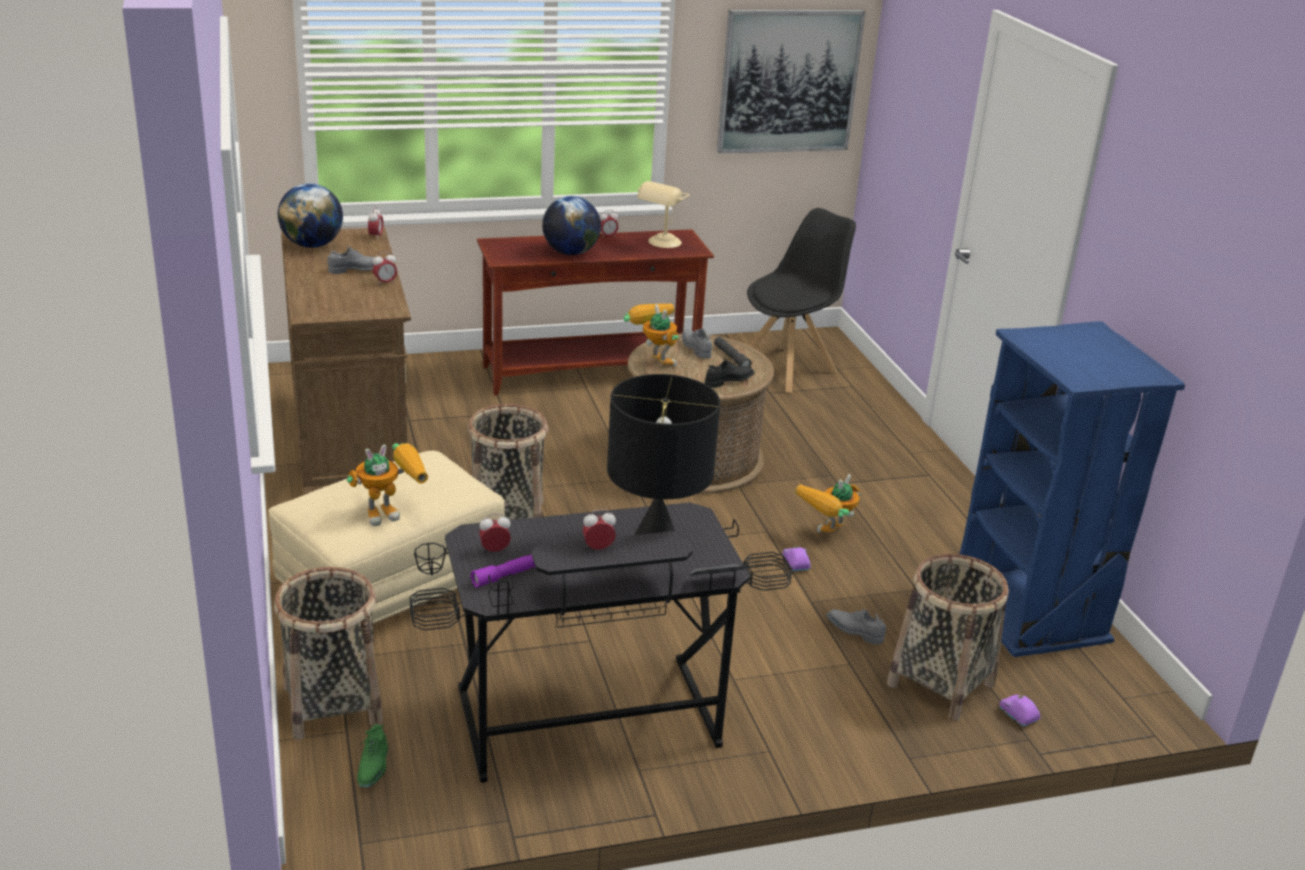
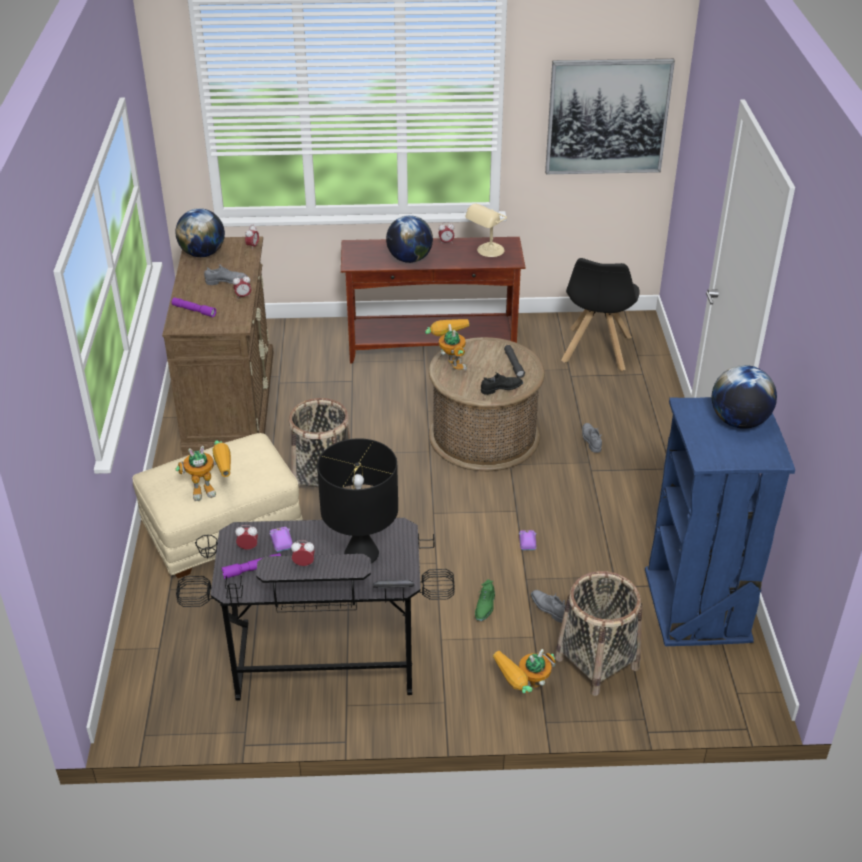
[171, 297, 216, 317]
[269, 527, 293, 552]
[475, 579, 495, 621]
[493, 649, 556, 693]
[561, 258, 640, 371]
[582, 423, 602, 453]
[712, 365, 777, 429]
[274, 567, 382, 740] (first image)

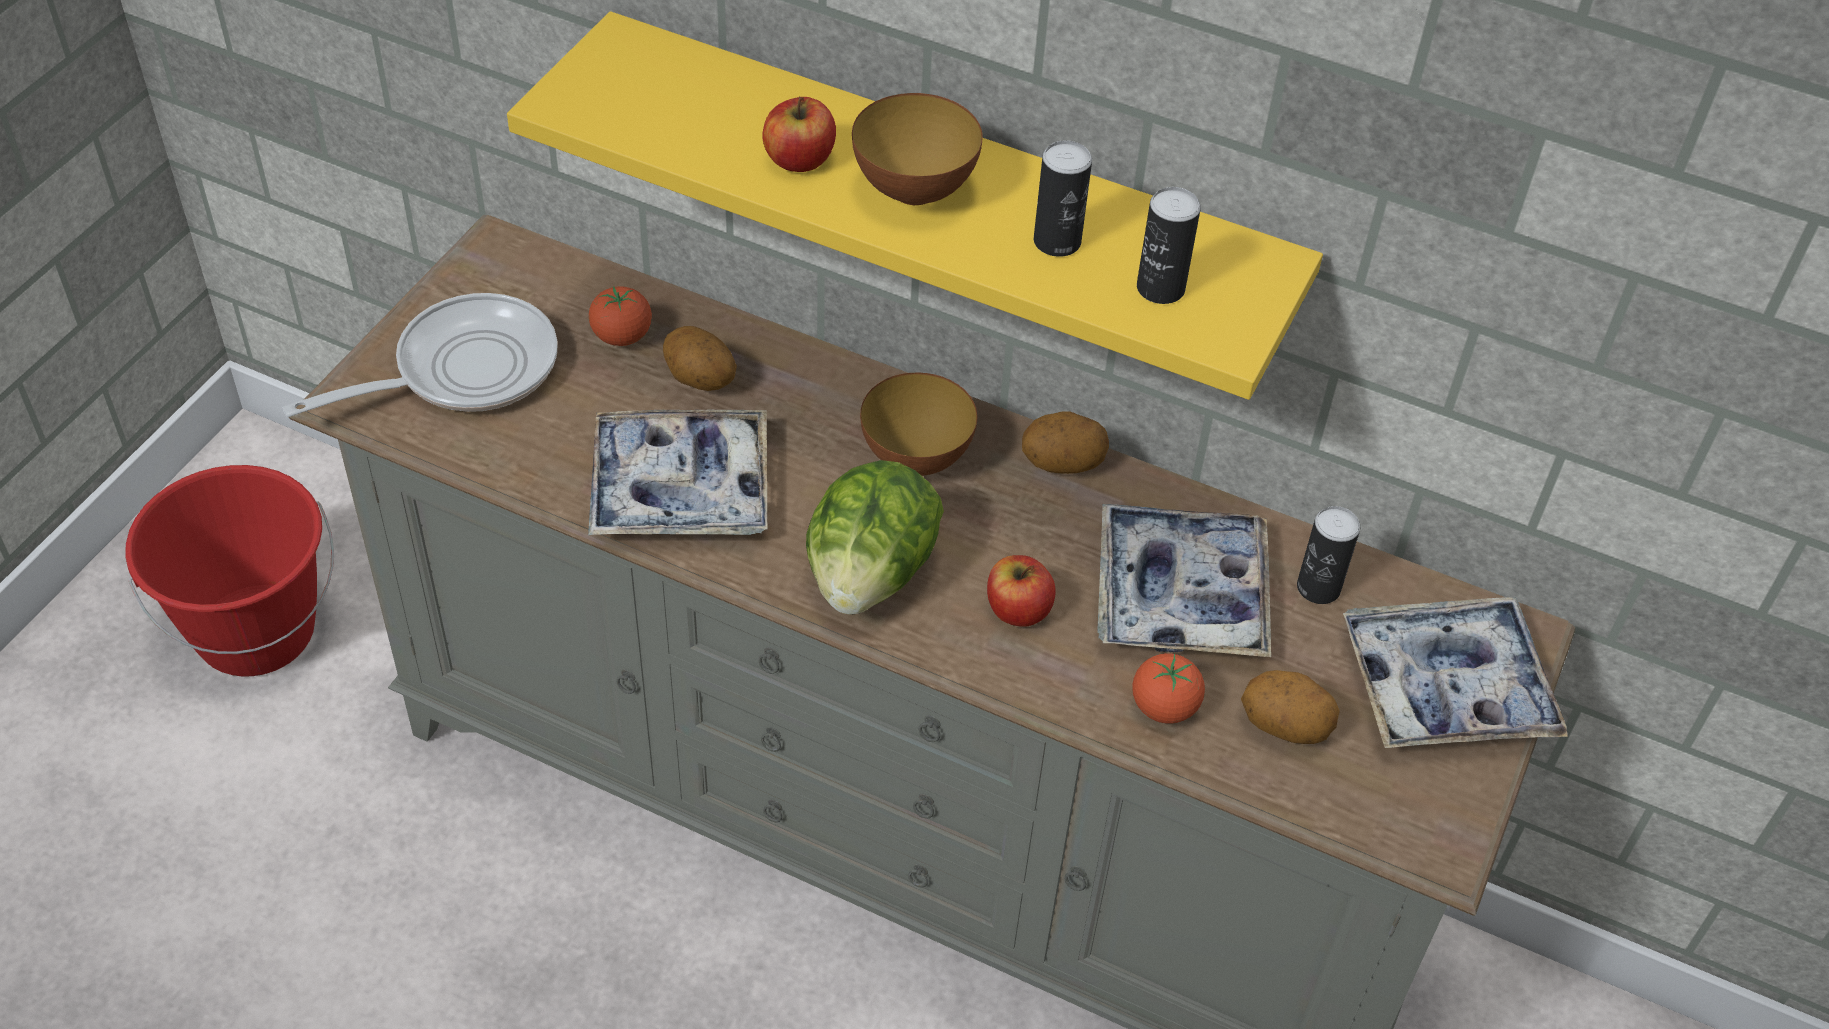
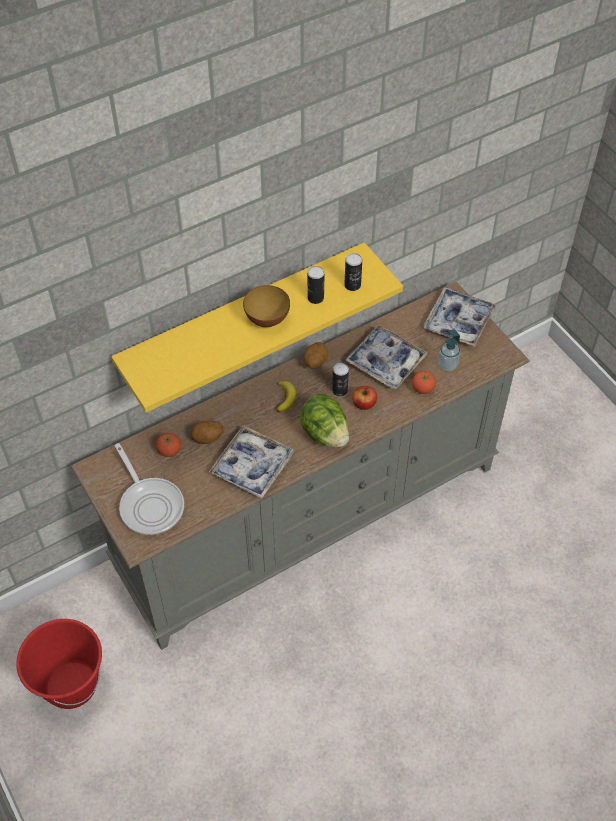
[115, 443, 184, 535]
[277, 381, 296, 413]
[332, 363, 349, 396]
[438, 329, 460, 371]
[763, 97, 836, 172] (first image)

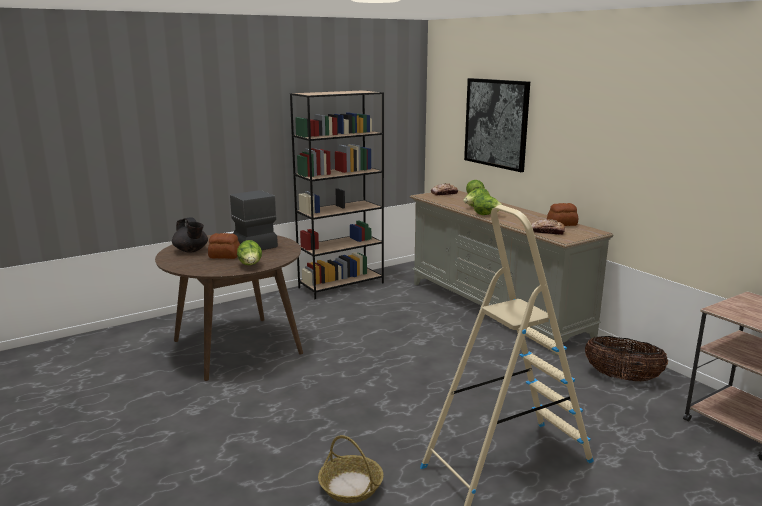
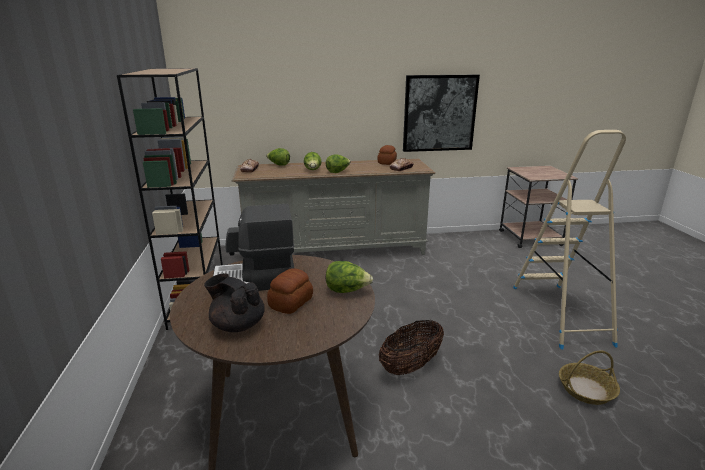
[204, 273, 265, 332]
[379, 320, 444, 375]
[403, 75, 480, 152]

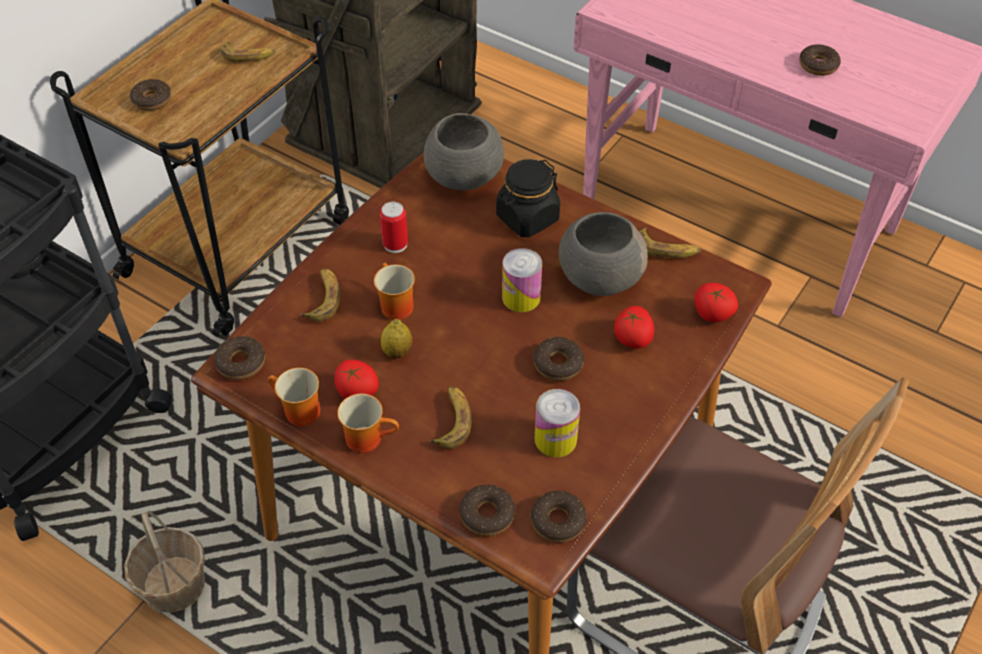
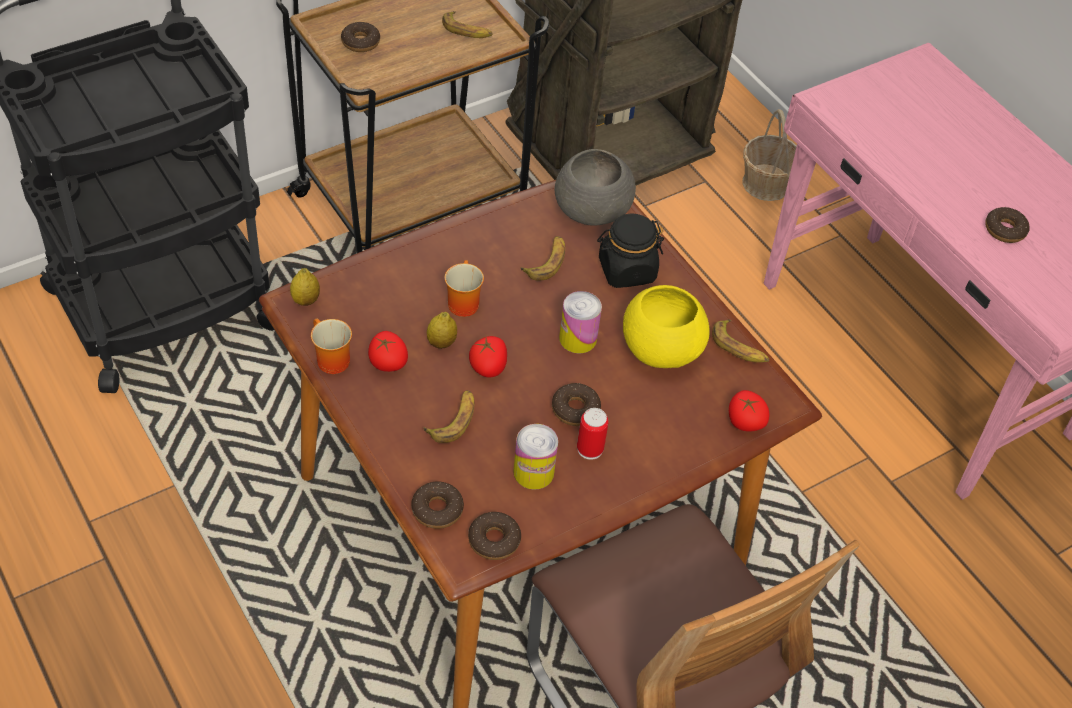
[290, 268, 320, 306]
[469, 336, 507, 377]
[521, 236, 565, 281]
[577, 408, 609, 460]
[623, 285, 709, 368]
[742, 109, 797, 201]
[337, 394, 399, 453] (first image)

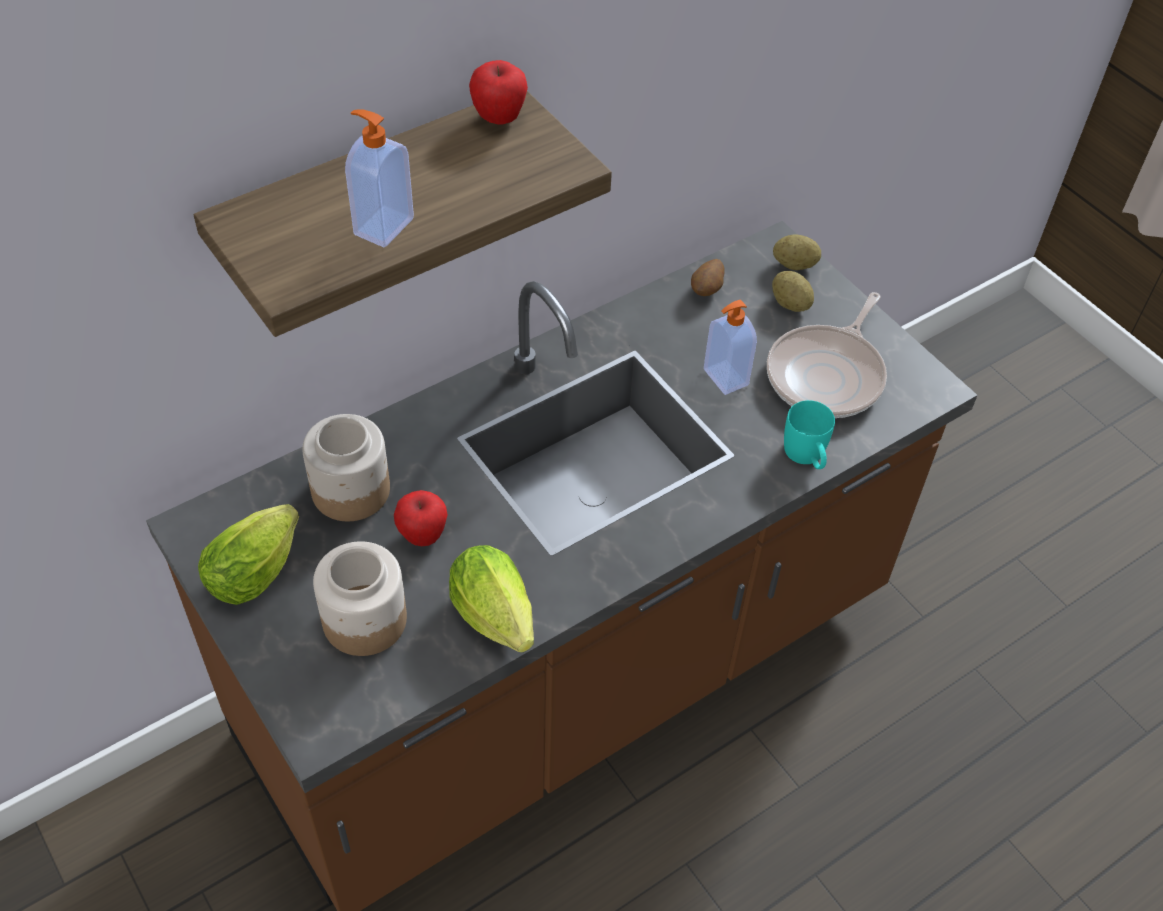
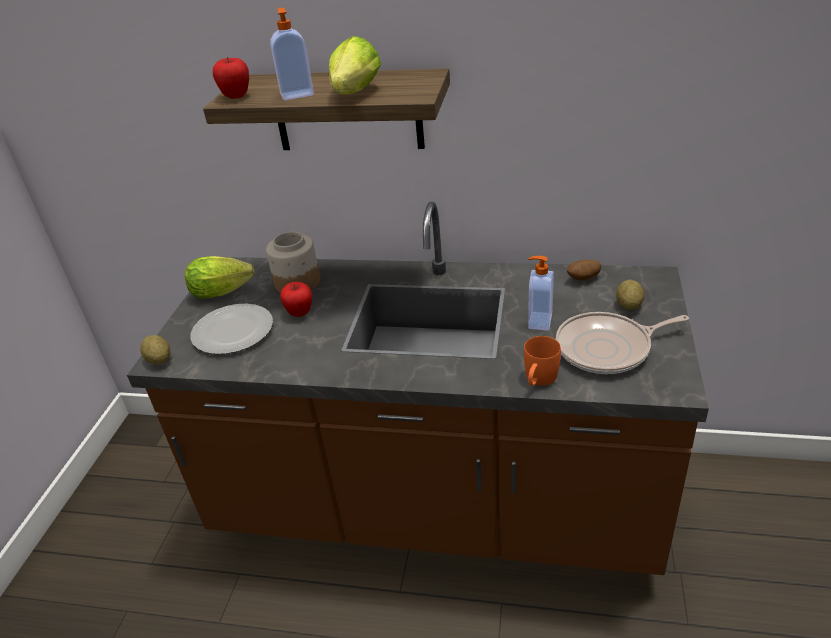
[140, 335, 170, 364]
[190, 304, 273, 354]
[213, 57, 249, 99]
[329, 36, 381, 94]
[524, 336, 561, 386]

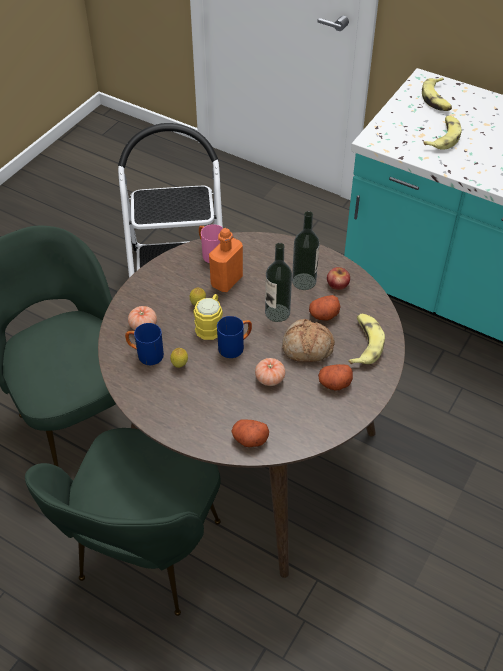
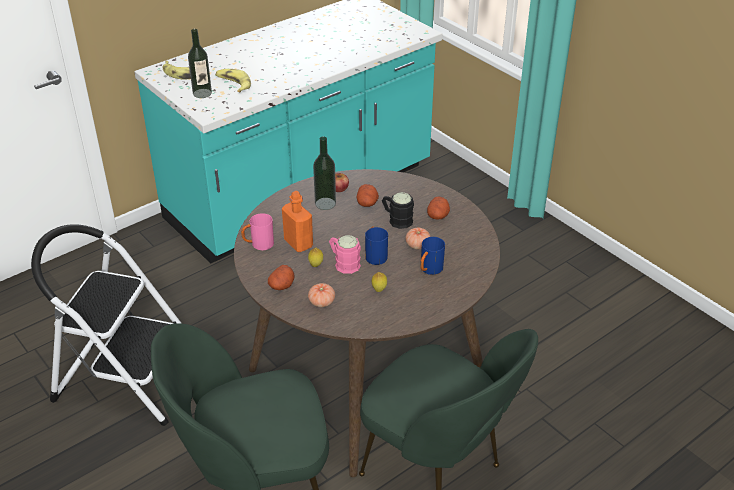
[188, 29, 212, 98]
[268, 265, 295, 290]
[329, 235, 361, 274]
[382, 192, 414, 229]
[420, 237, 445, 275]
[348, 314, 385, 364] (first image)

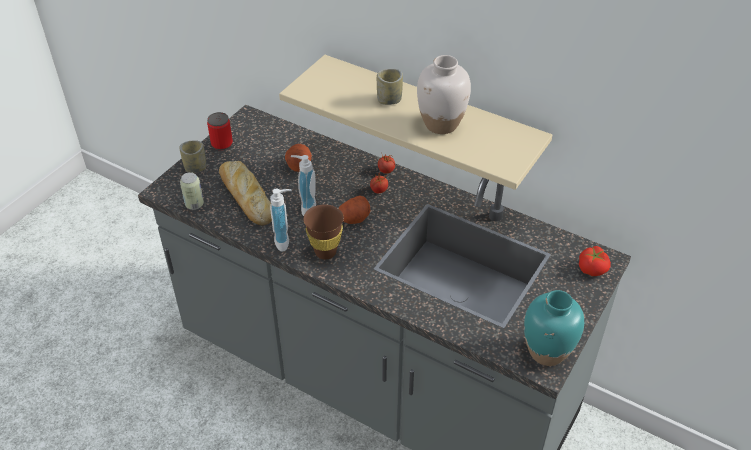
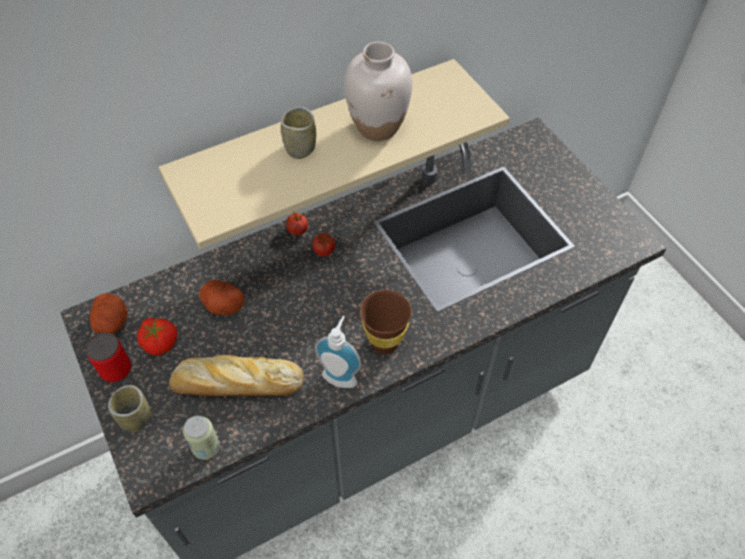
[90, 293, 128, 334]
[137, 318, 177, 356]
[291, 155, 316, 216] (first image)
[524, 290, 584, 366] (first image)

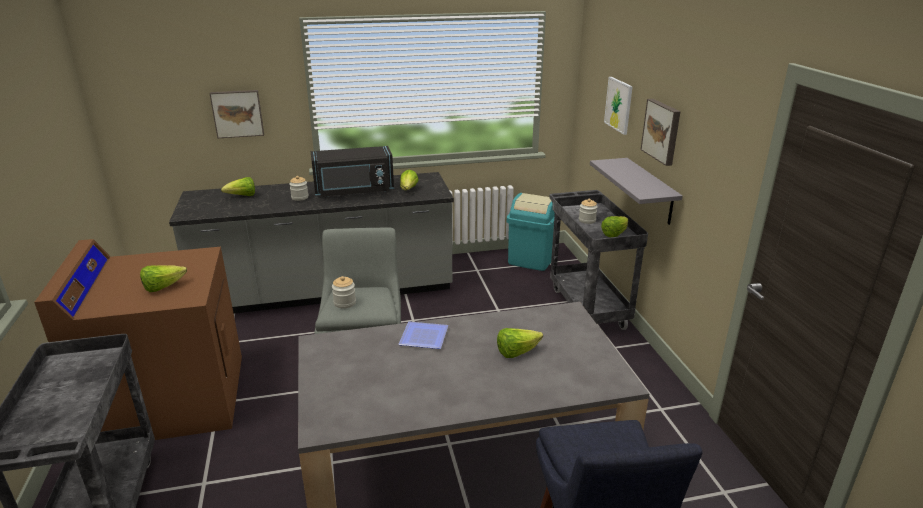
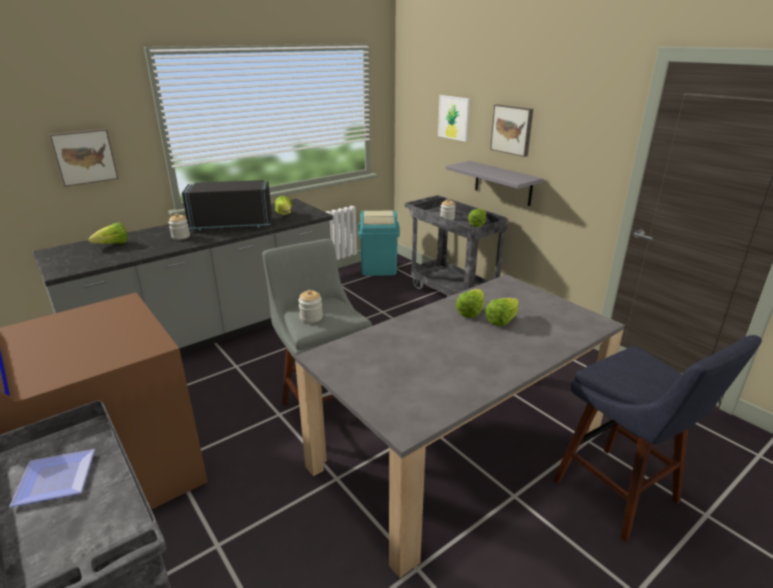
[9, 449, 95, 507]
[182, 180, 272, 230]
[456, 289, 484, 318]

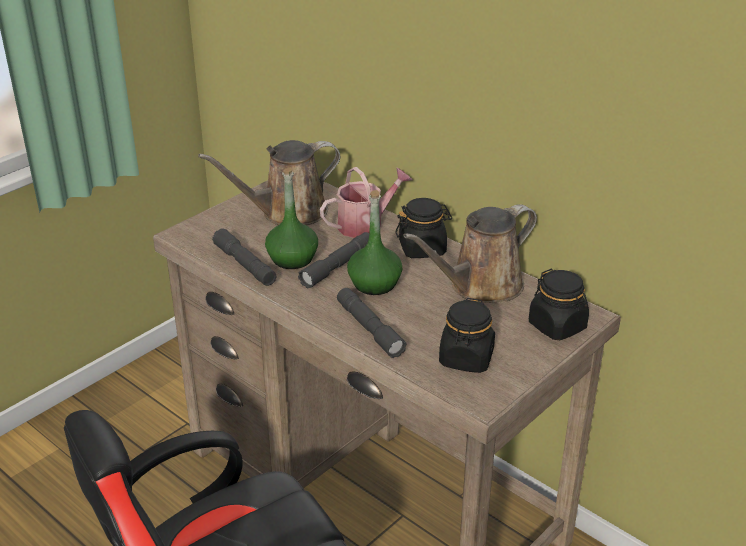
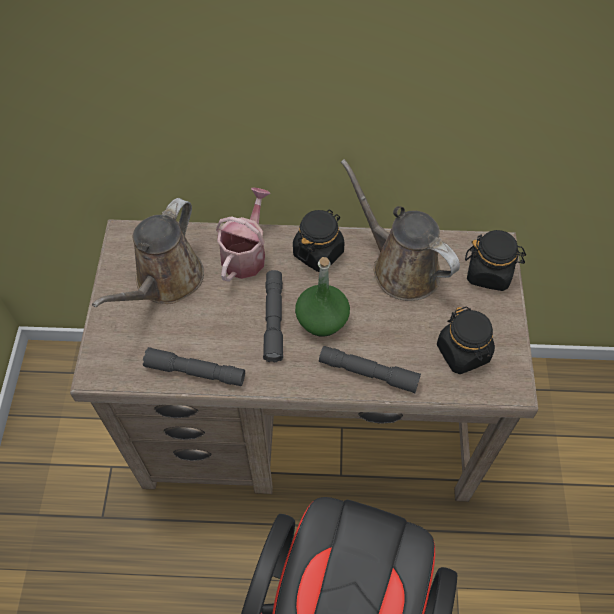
[341, 159, 460, 301]
[265, 168, 318, 269] (first image)

